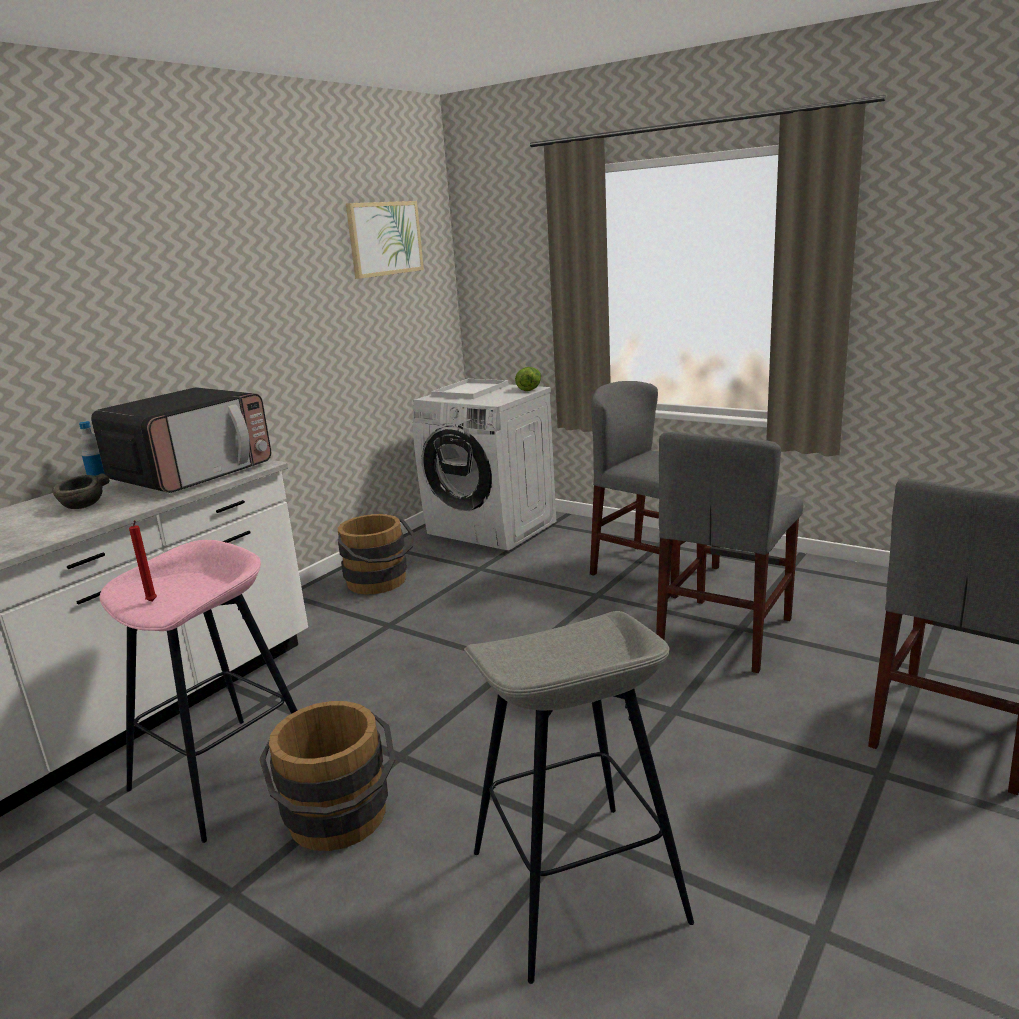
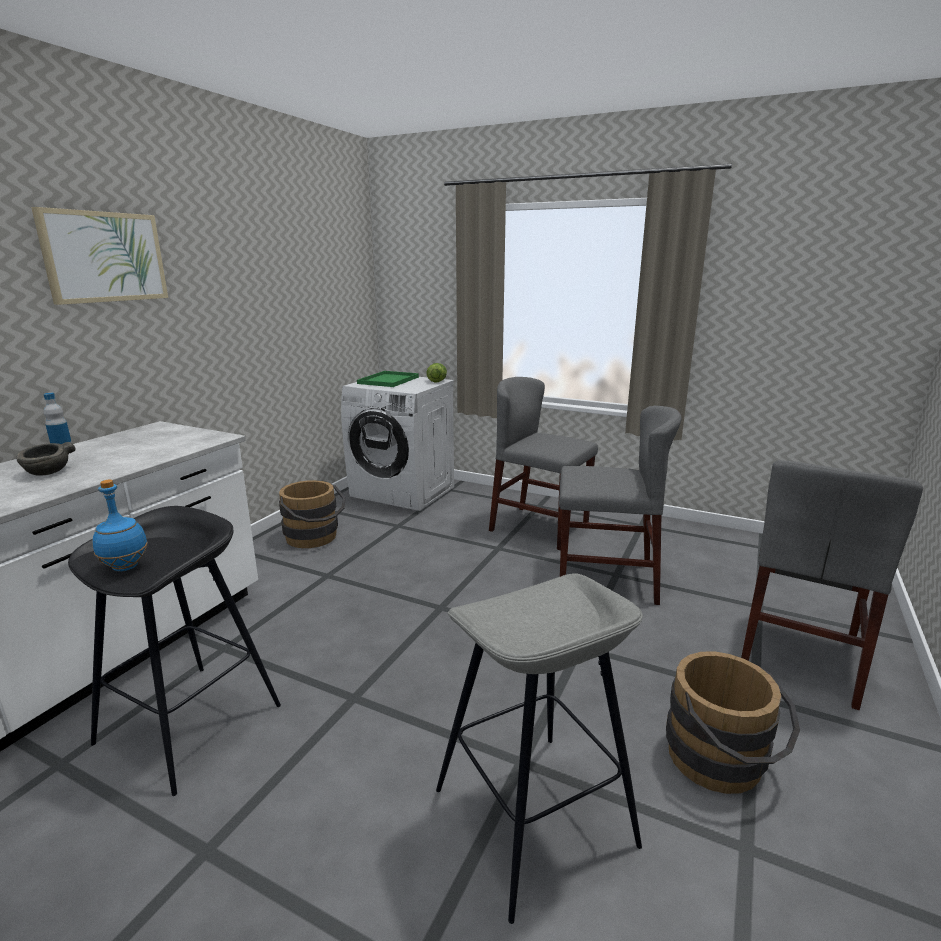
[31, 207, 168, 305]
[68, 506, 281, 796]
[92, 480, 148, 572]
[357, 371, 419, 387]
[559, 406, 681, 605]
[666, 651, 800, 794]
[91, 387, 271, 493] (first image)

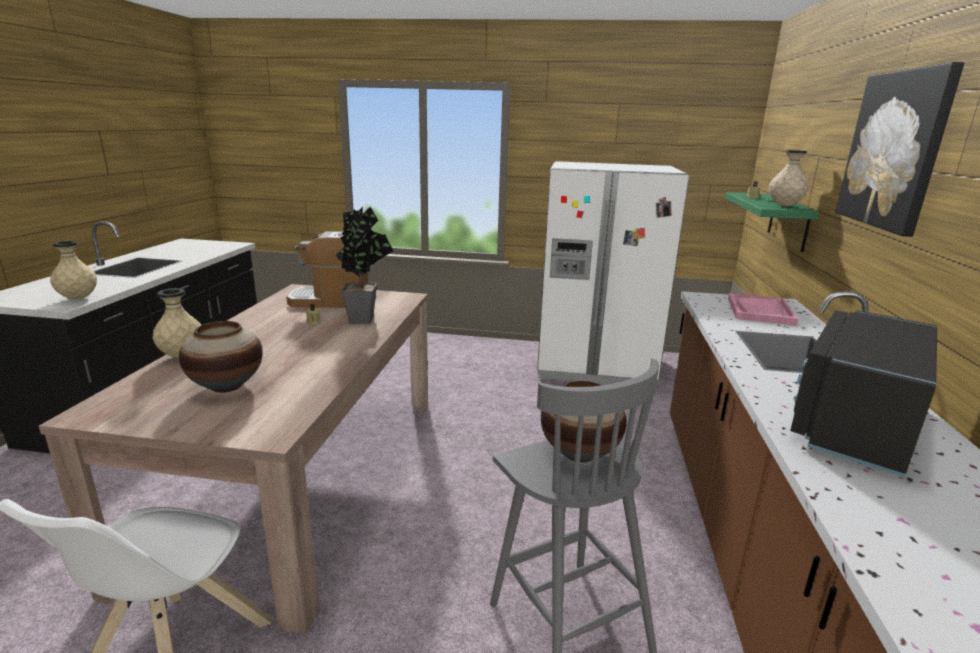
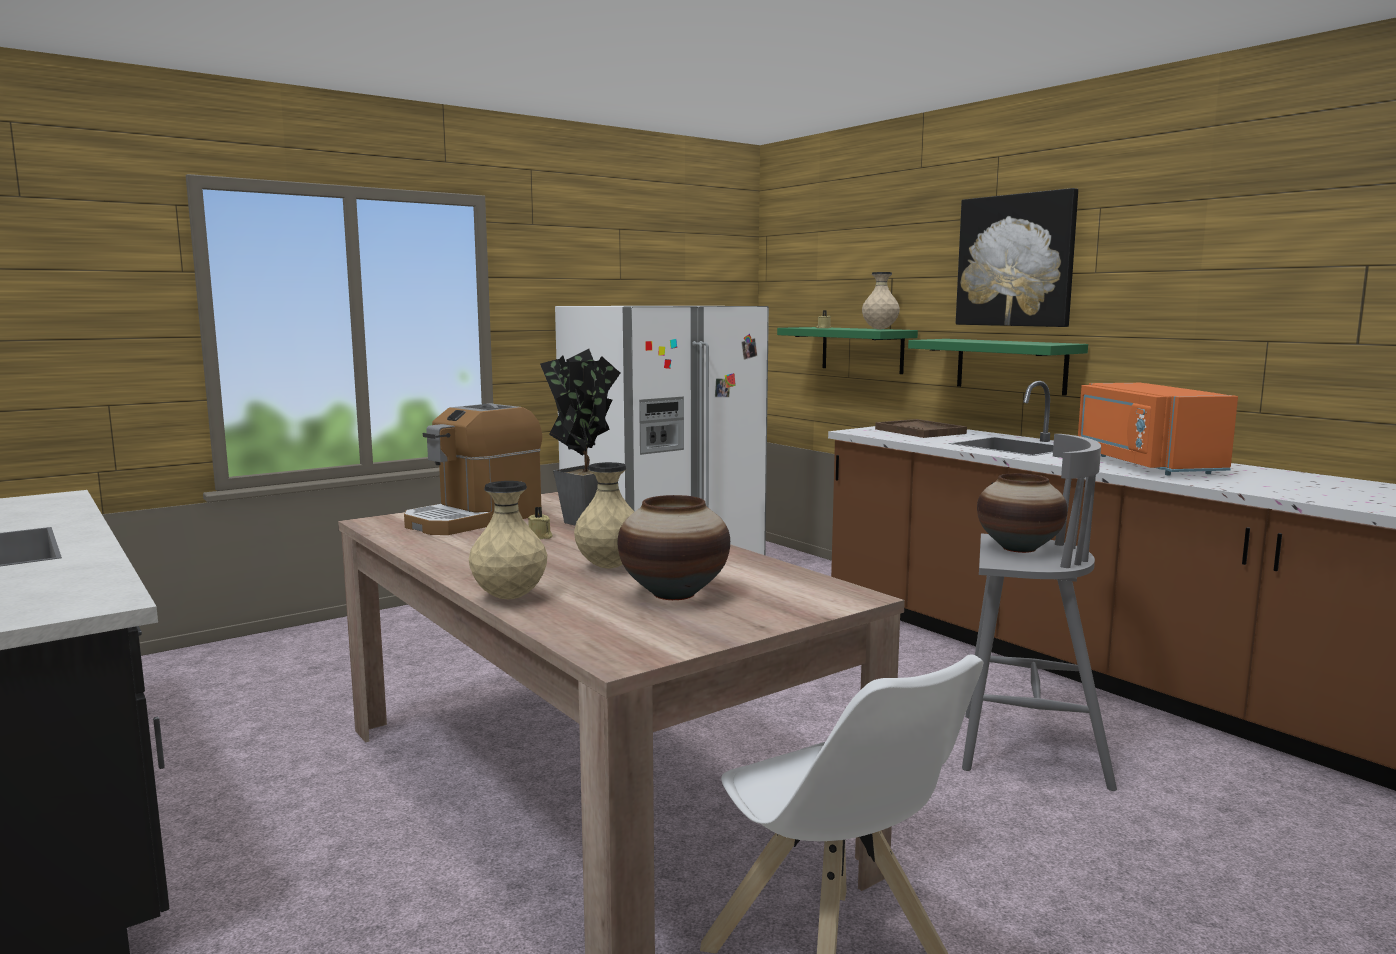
[574, 462, 634, 569]
[875, 419, 967, 438]
[908, 339, 1088, 396]
[1078, 383, 1238, 475]

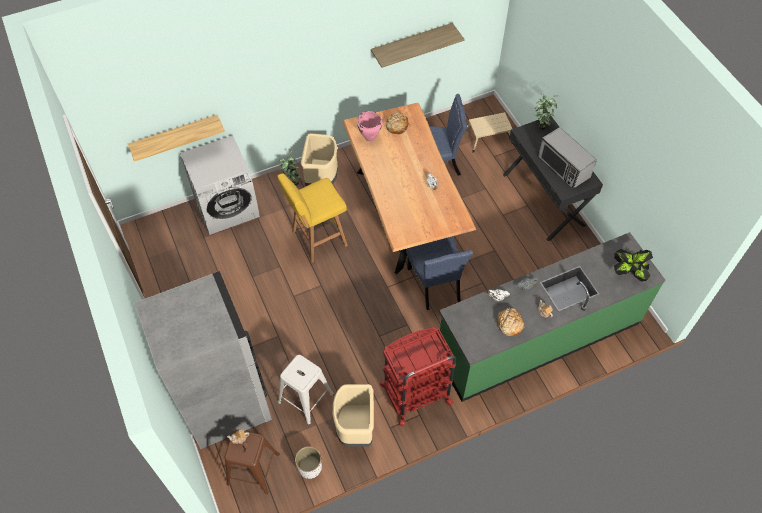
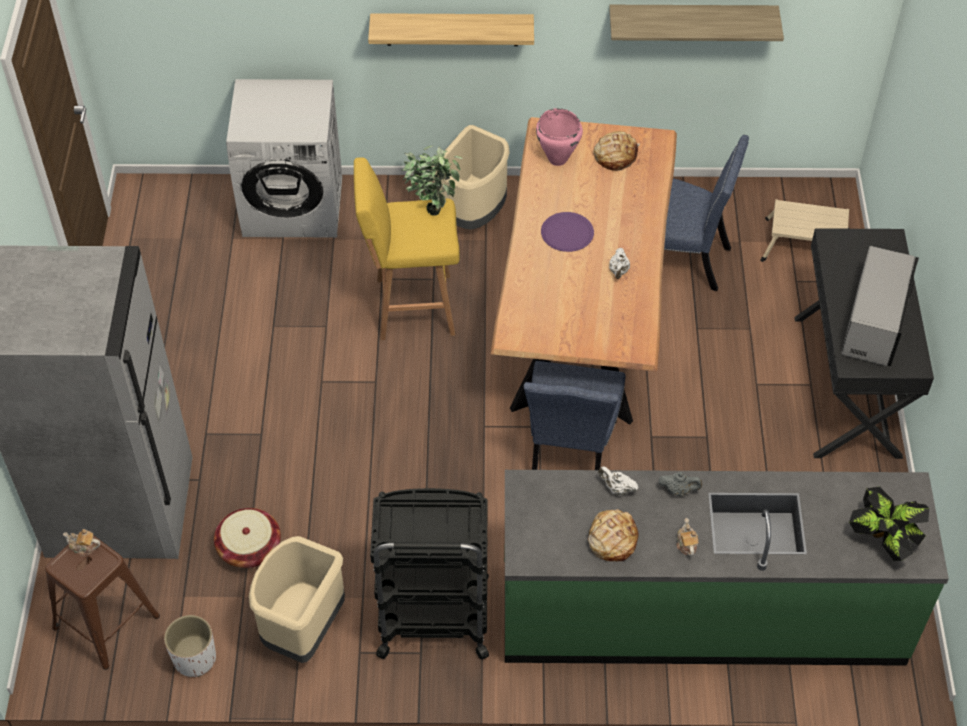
[214, 508, 281, 568]
[368, 13, 534, 46]
[370, 488, 489, 660]
[411, 147, 463, 216]
[541, 212, 594, 252]
[841, 246, 919, 366]

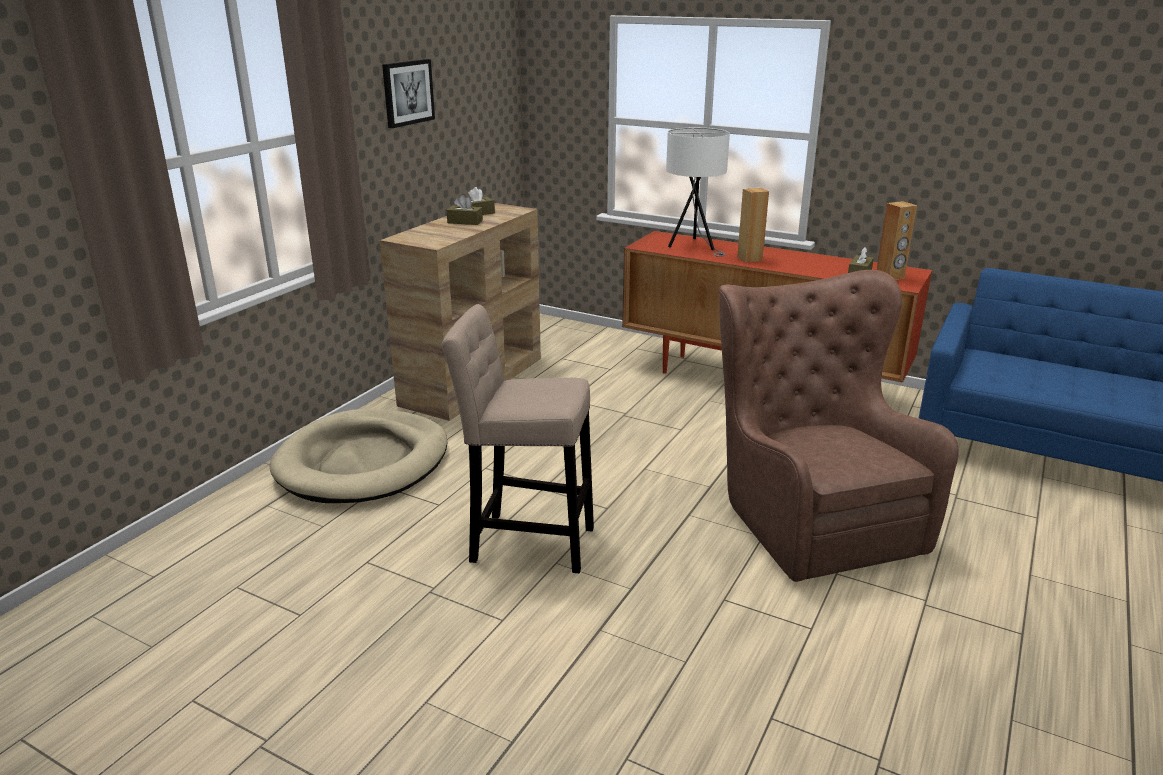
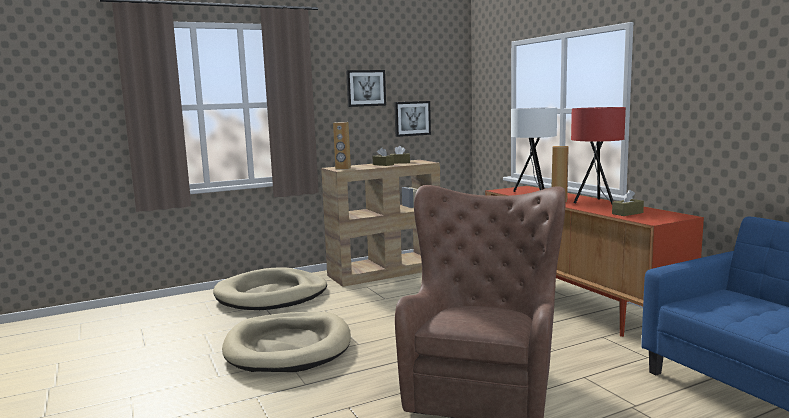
[222, 312, 351, 372]
[333, 122, 351, 169]
[394, 101, 431, 137]
[571, 107, 626, 204]

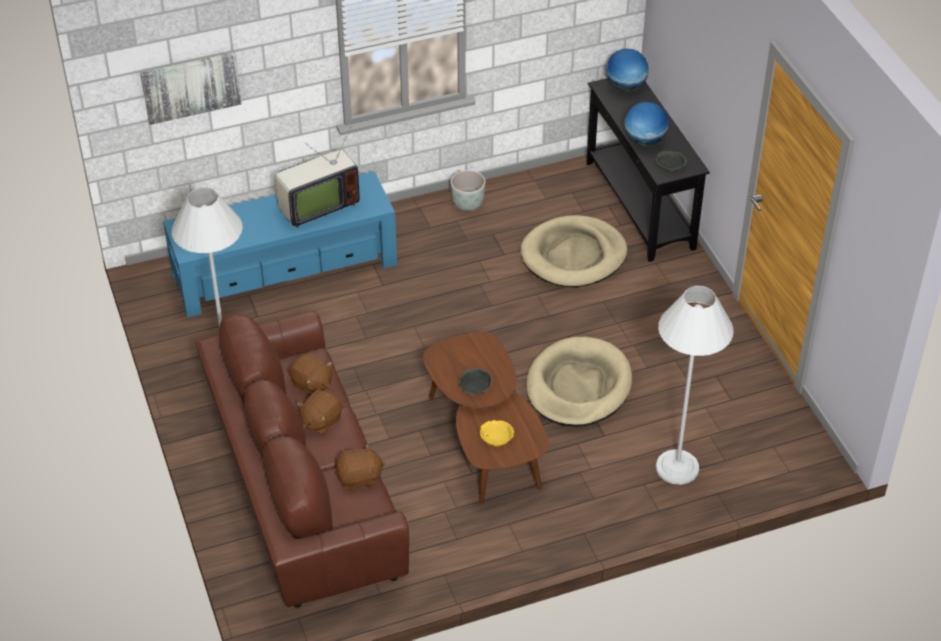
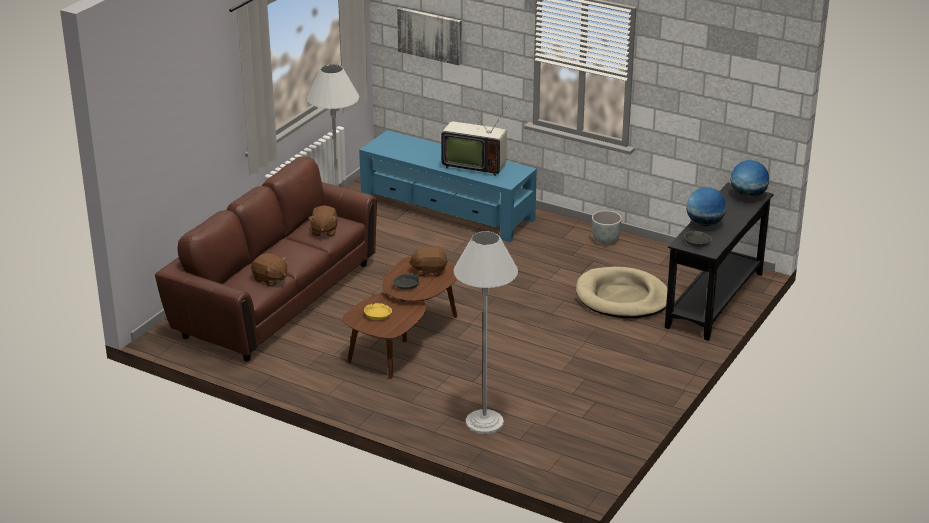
[409, 245, 448, 277]
[526, 337, 632, 427] (first image)

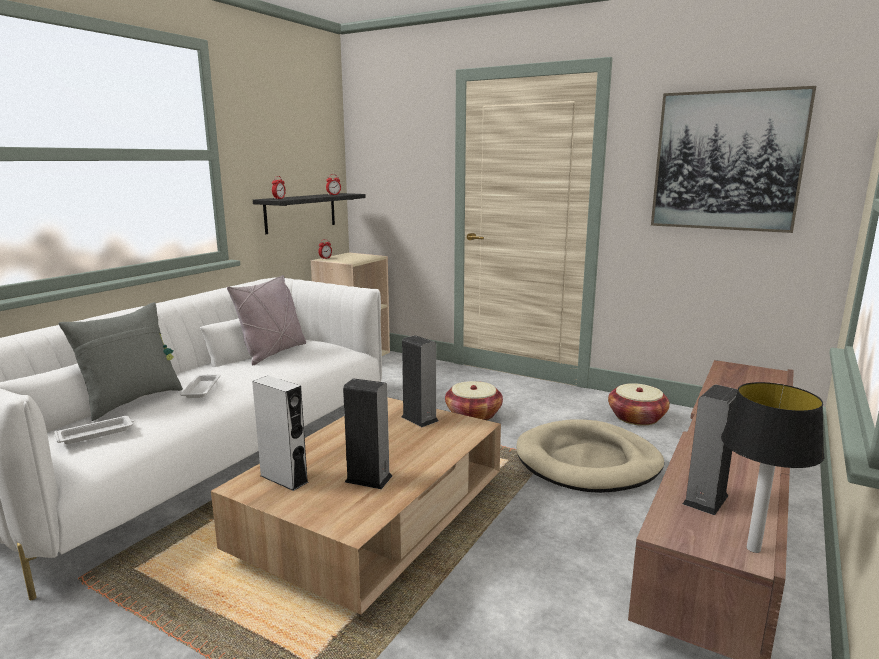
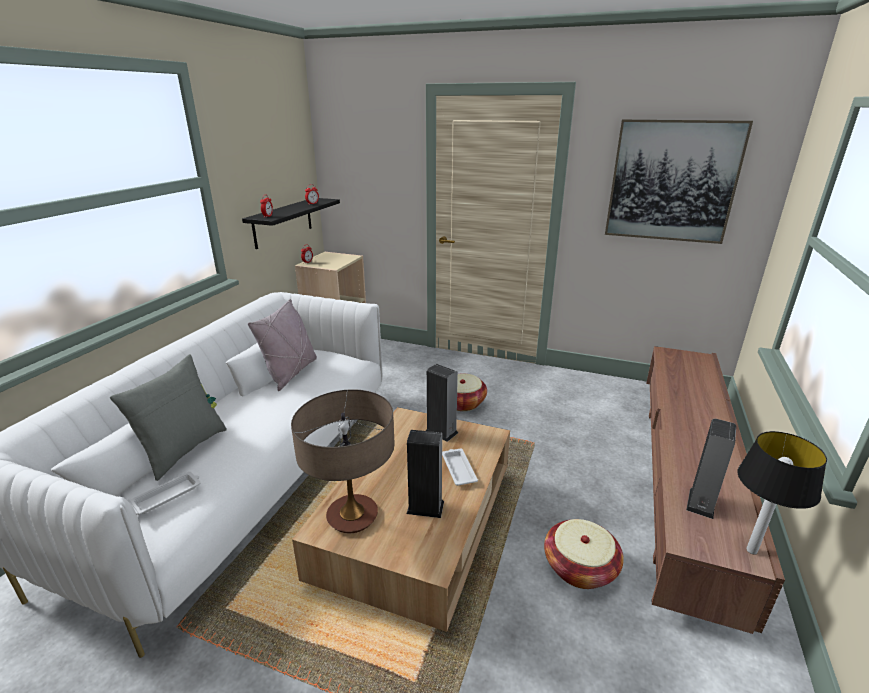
[291, 389, 394, 533]
[442, 449, 478, 486]
[544, 519, 624, 589]
[516, 419, 664, 493] (first image)

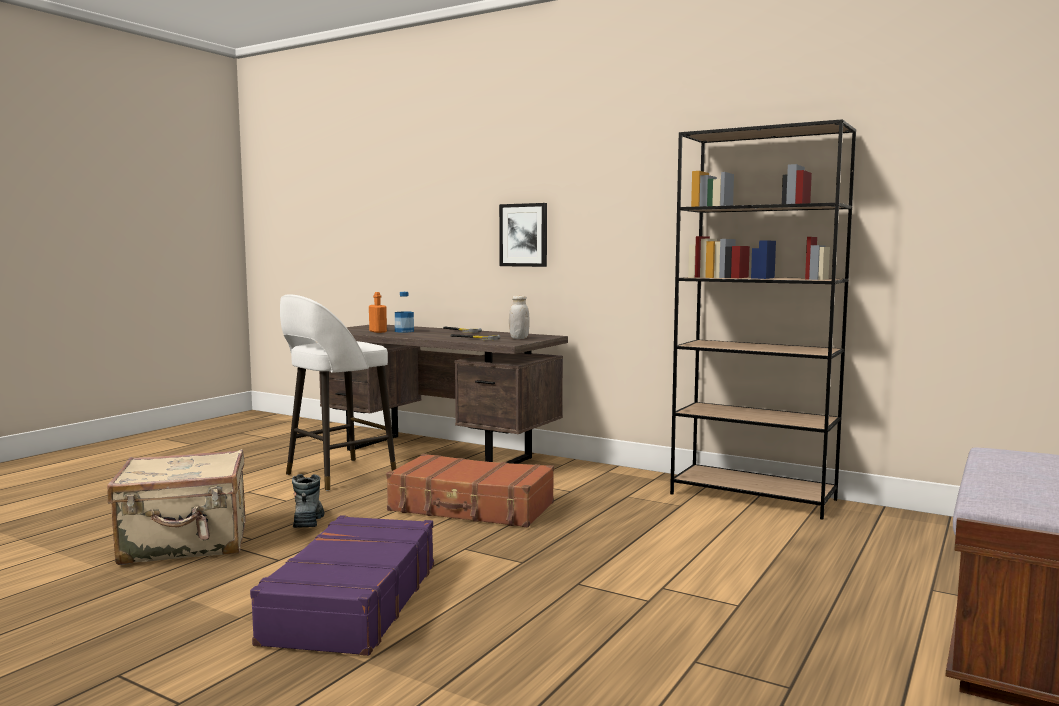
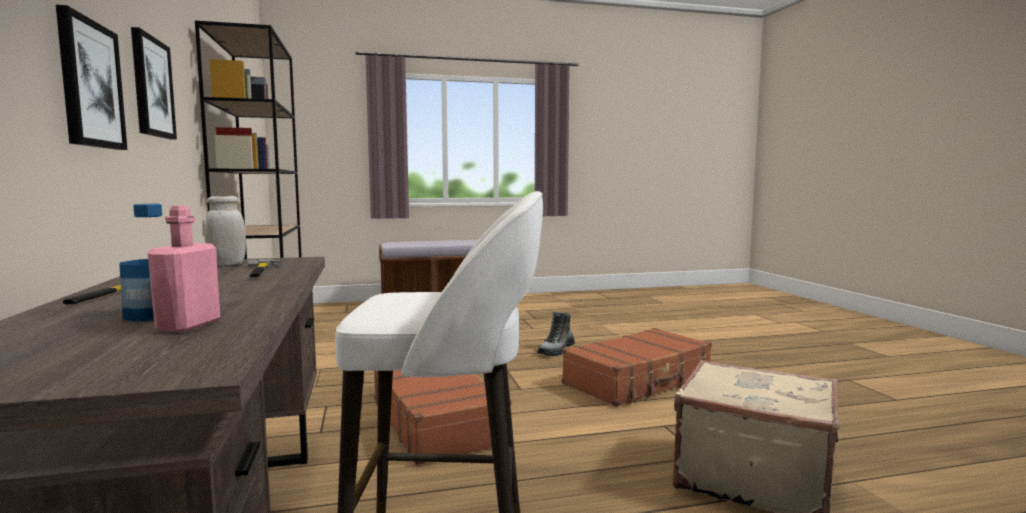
[131, 27, 177, 139]
[148, 206, 220, 332]
[537, 312, 575, 356]
[562, 328, 712, 407]

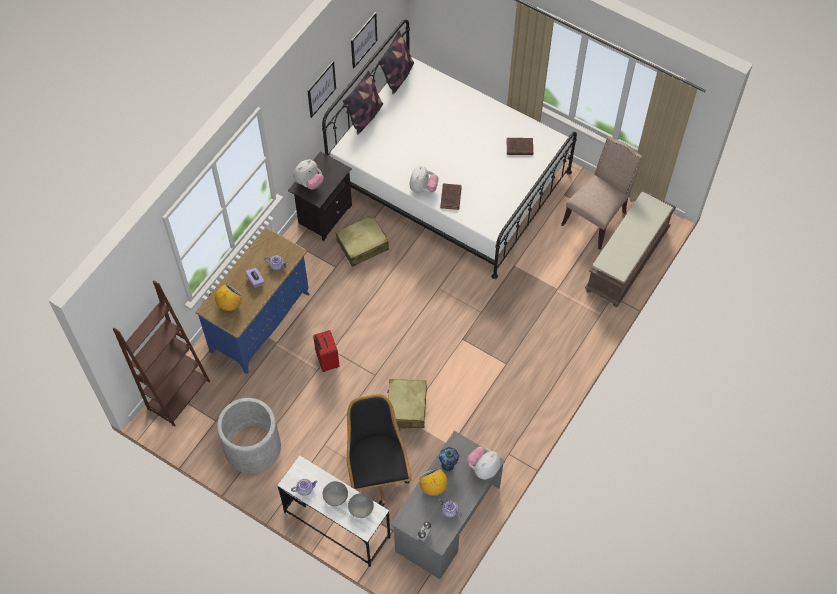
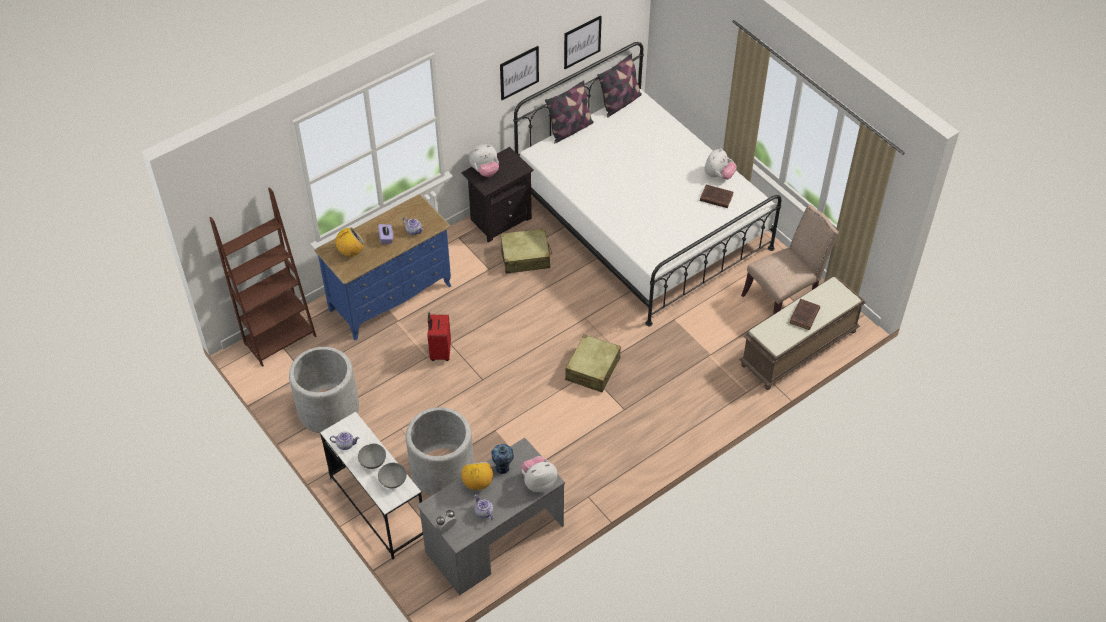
[406, 407, 474, 496]
[565, 334, 621, 392]
[704, 148, 737, 180]
[789, 299, 820, 330]

